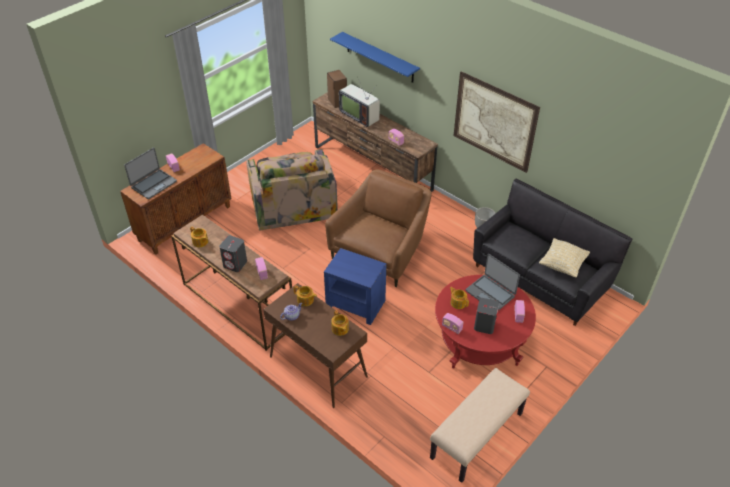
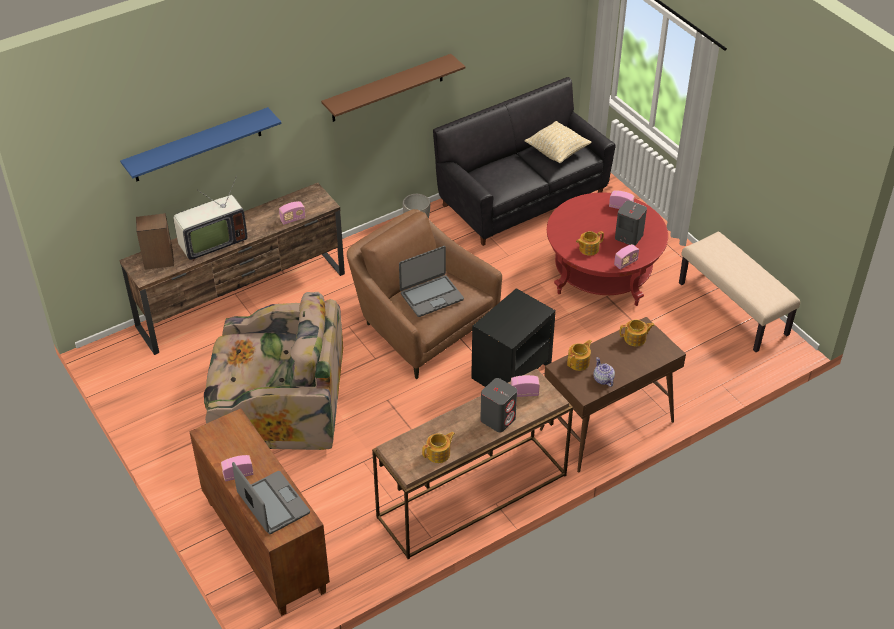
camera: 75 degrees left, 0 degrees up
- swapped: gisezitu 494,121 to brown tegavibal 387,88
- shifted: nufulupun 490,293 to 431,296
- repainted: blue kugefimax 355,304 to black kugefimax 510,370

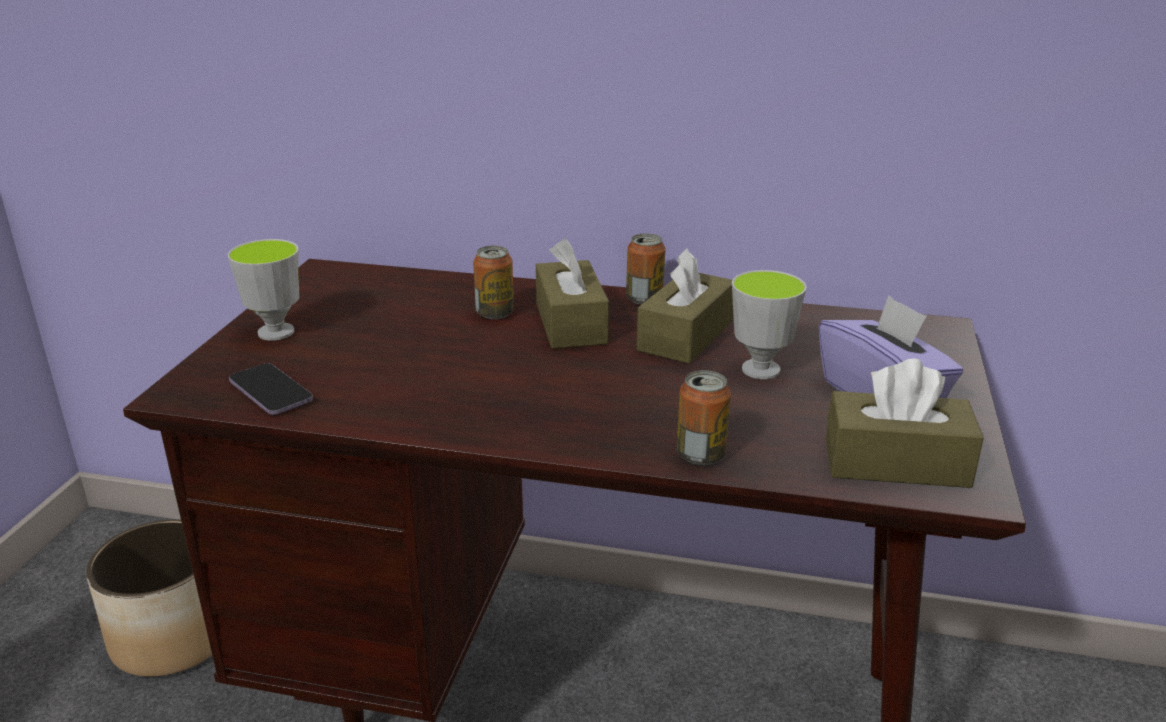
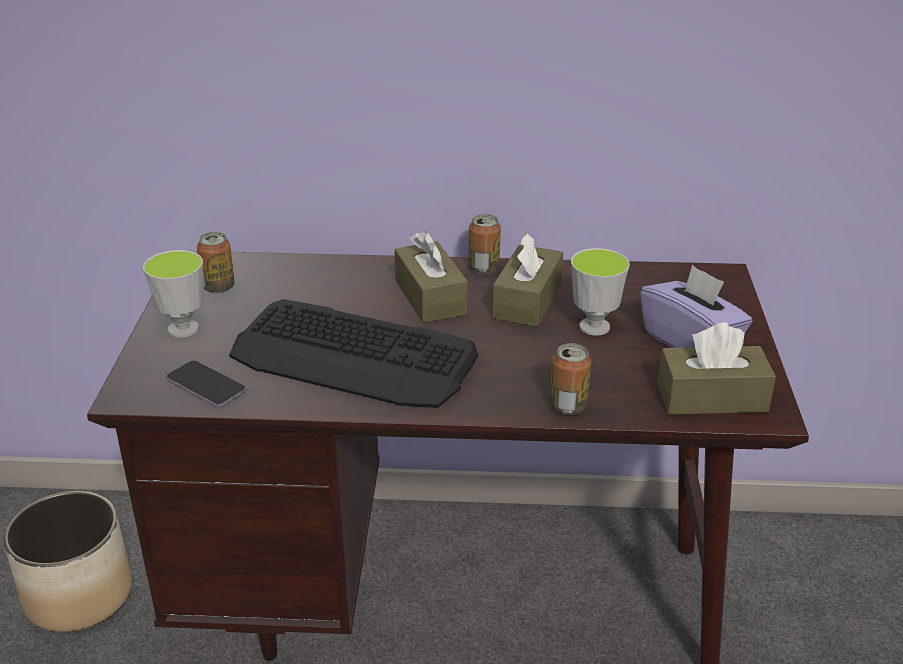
camera: 10 degrees left, 5 degrees up
- shifted: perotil 495,313 to 219,287
- new: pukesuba 354,357

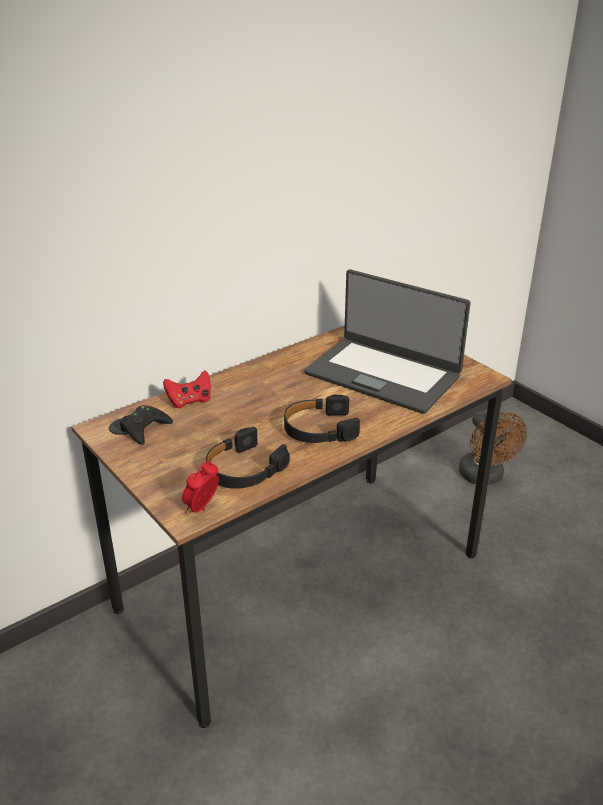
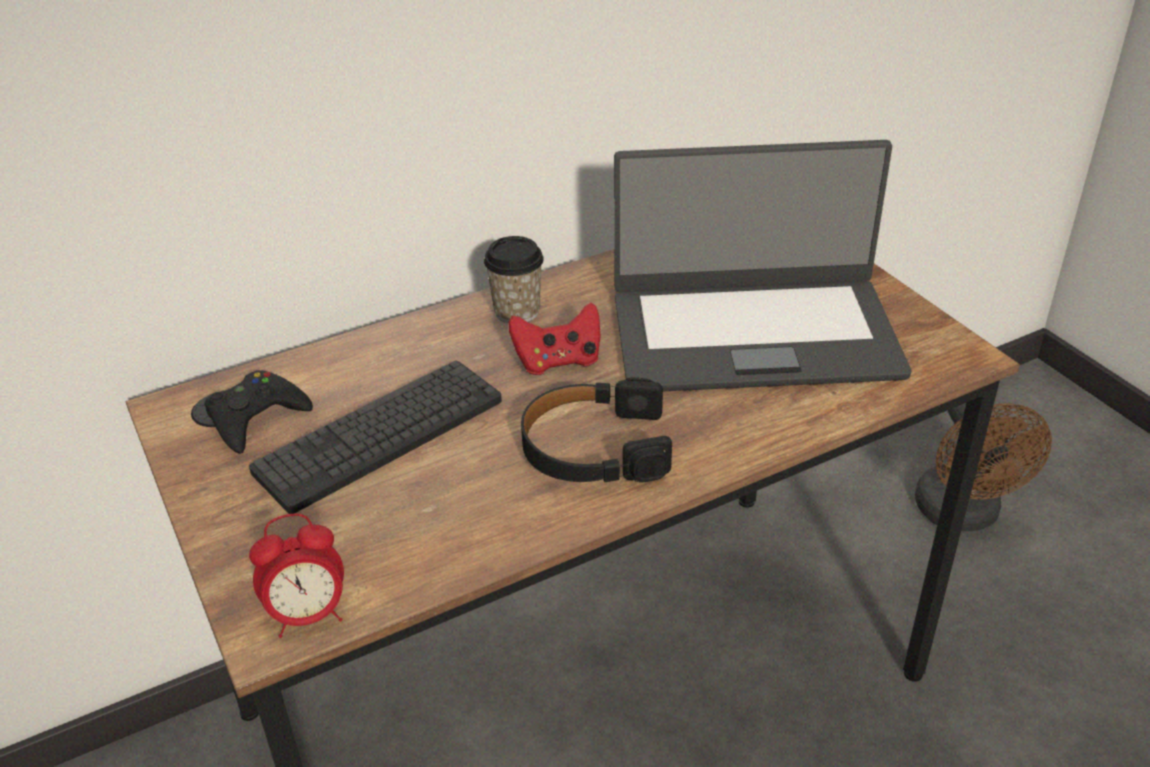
camera: 10 degrees right, 5 degrees up
- new: pukesuba 380,435
- rotated: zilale 202,509 = 308,615 150 degrees counterclockwise
- new: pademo 517,311
- shifted: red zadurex 190,401 to 558,361
- rotated: nufulupun 383,374 = 753,333 45 degrees counterclockwise
- gone: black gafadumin 243,469

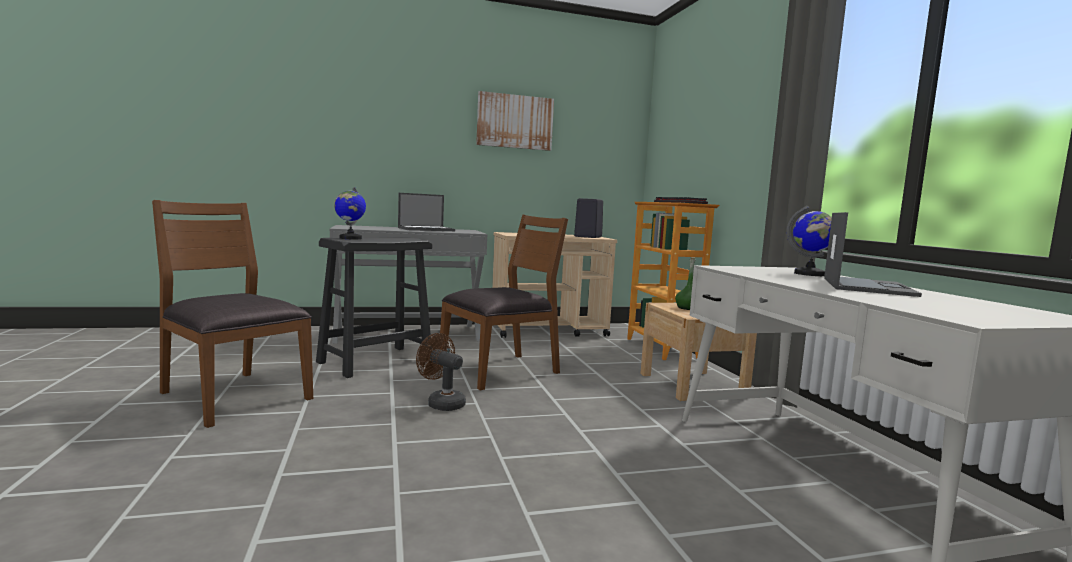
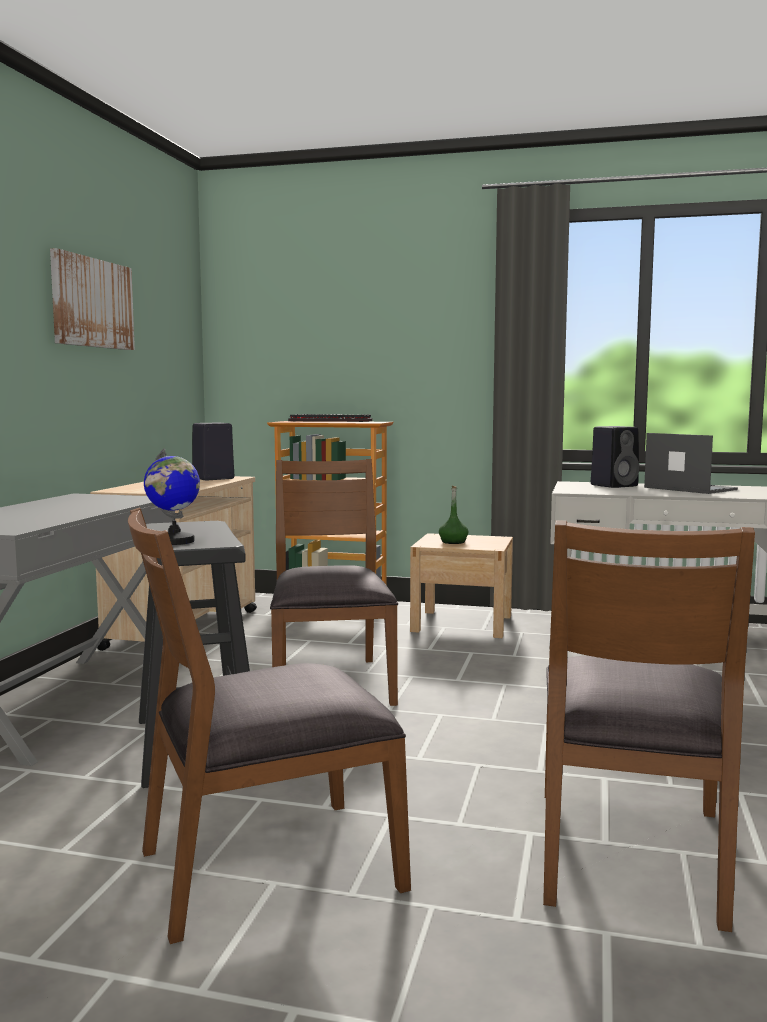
camera: 60 degrees left, 0 degrees up
- new: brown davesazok 630,854
- swapped: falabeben 809,274 to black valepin 614,485
- gone: nufulupun 426,229
- gone: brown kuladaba 442,403

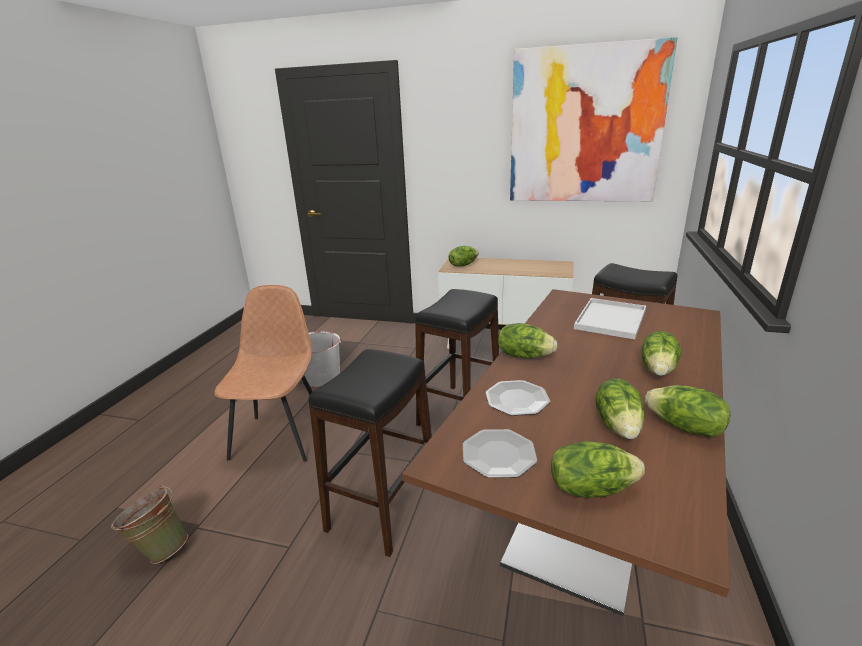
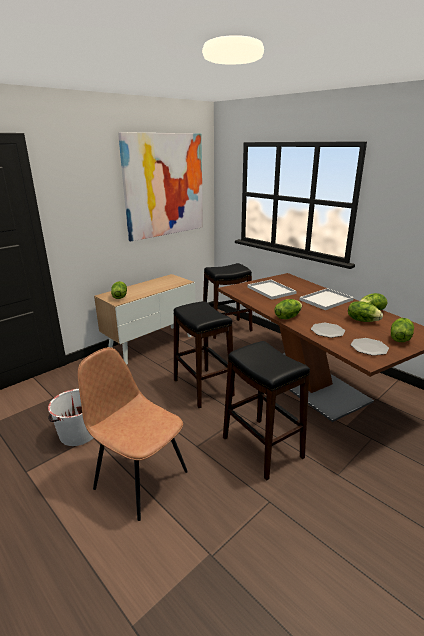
camera: 60 degrees left, 0 degrees up
- swapped: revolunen 658,369 to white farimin 326,299
- gone: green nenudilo 160,549

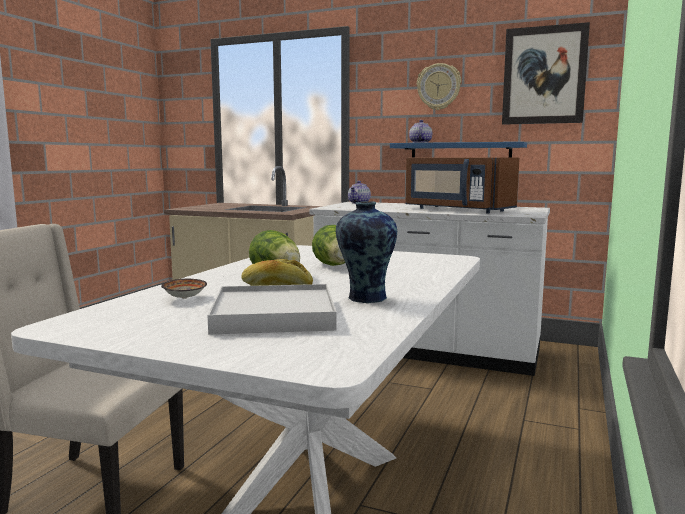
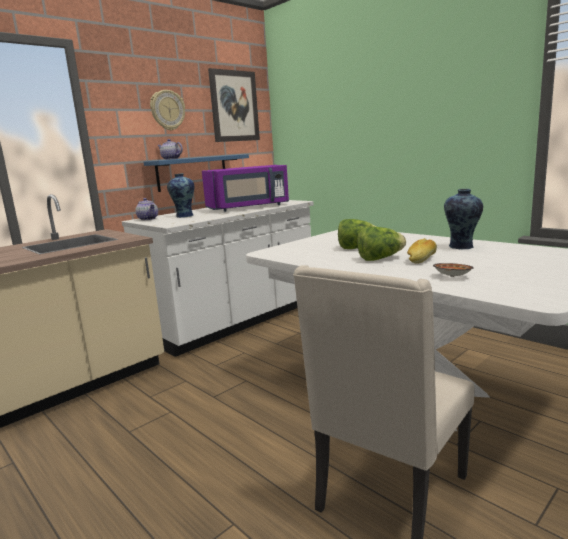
camera: 65 degrees left, 5 degrees up
- new: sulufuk 184,216
- repainted: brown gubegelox 456,210 to purple gubegelox 248,207
- gone: white farimin 274,315

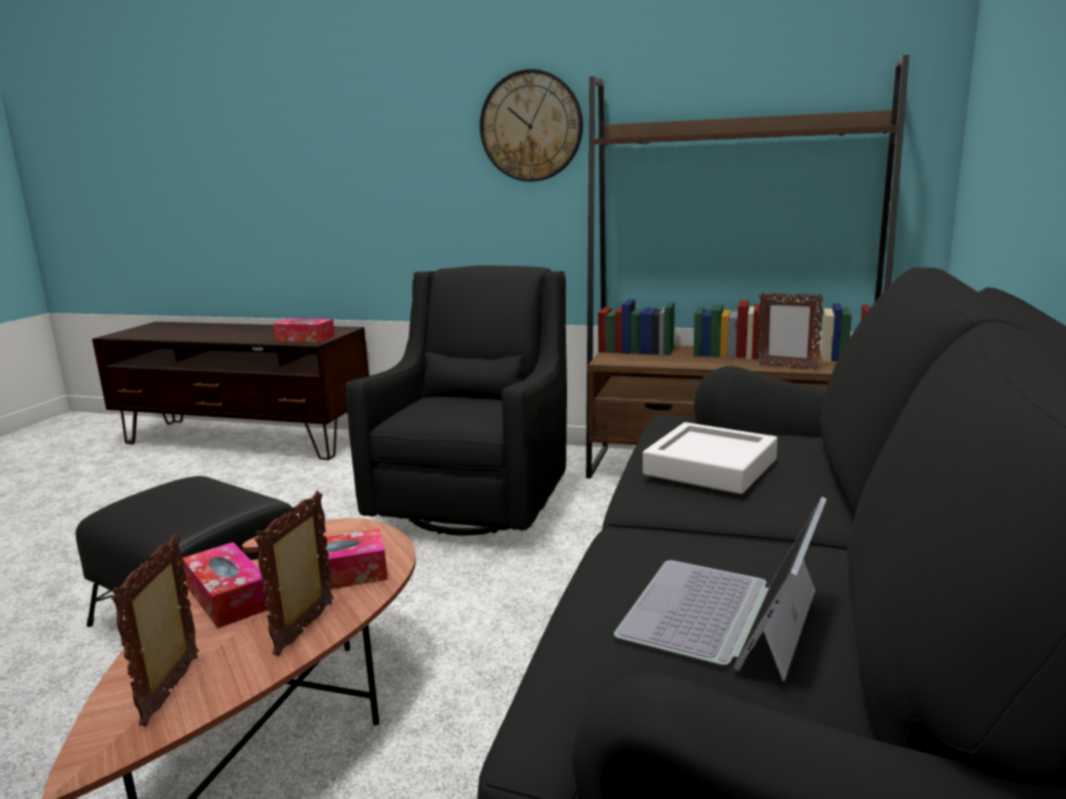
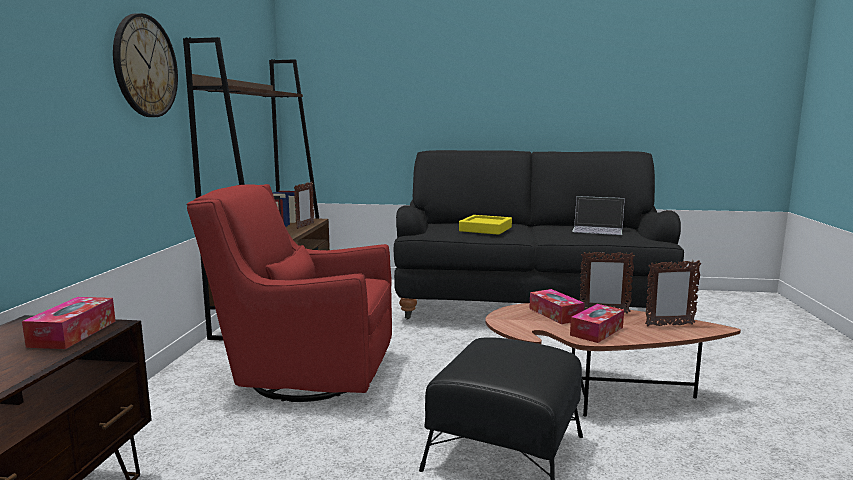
camera: 100 degrees left, 5 degrees down
- repainted: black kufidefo 477,501 to red kufidefo 304,374
- repainted: white farimin 710,467 to yellow farimin 485,229

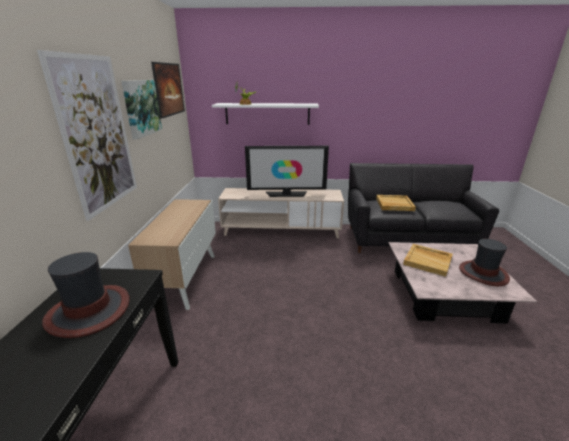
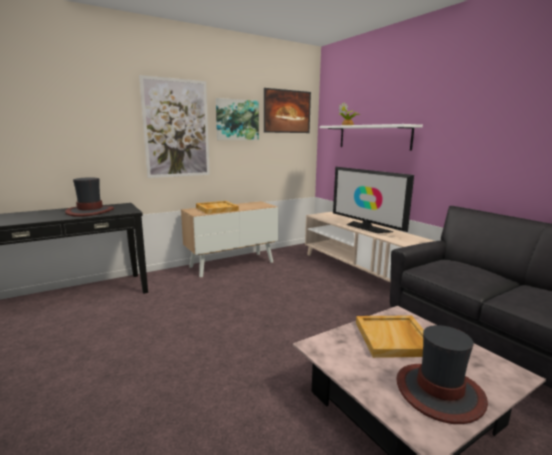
camera: 55 degrees right, 10 degrees down
- shifted: beige farimin 394,204 to 216,209

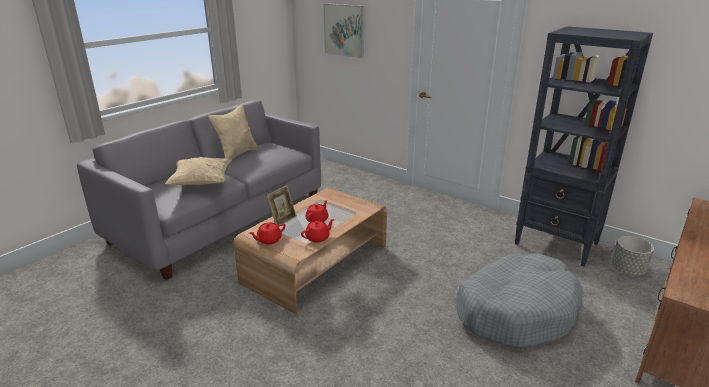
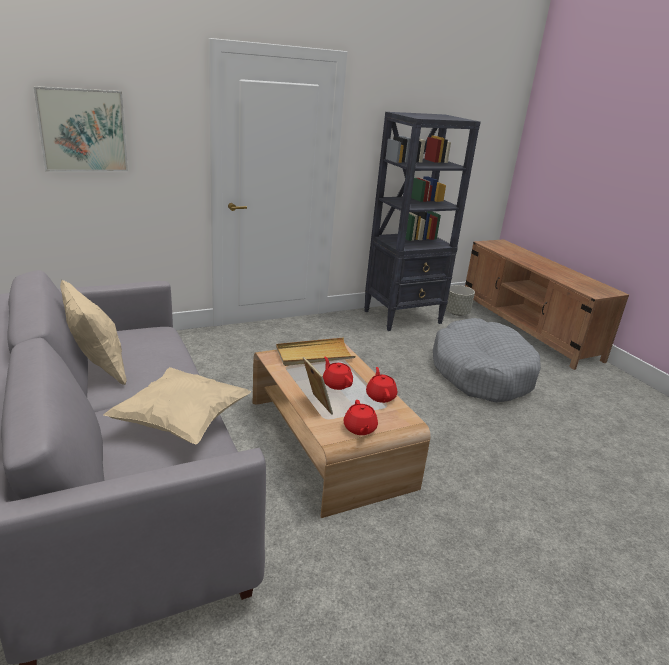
camera: 65 degrees left, 0 degrees up
- new: beige farimin 314,355

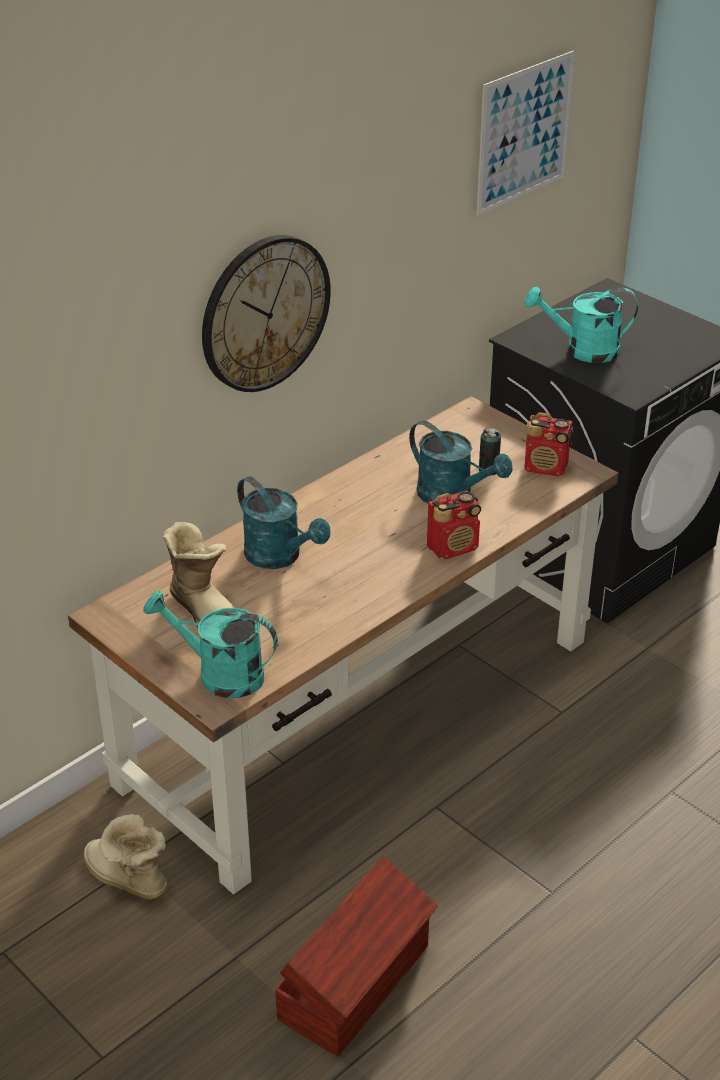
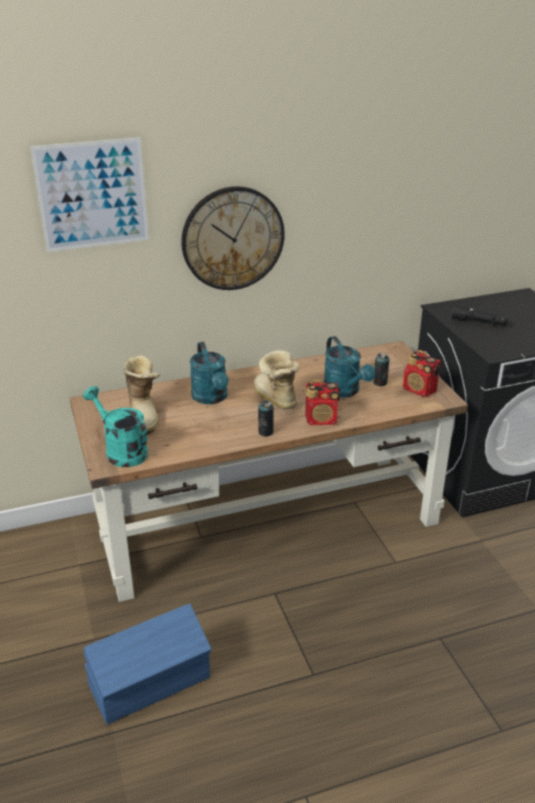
camera: 25 degrees right, 5 degrees down
- shifted: gisezitu 524,132 to 92,195
- repainted: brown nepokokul 357,982 to blue nepokokul 151,683
- shifted: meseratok 127,880 to 274,399
- new: perotil 265,432
- swapped: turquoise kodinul 582,350 to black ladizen 478,323

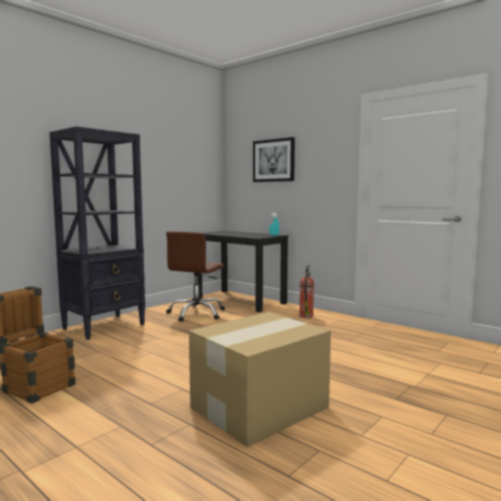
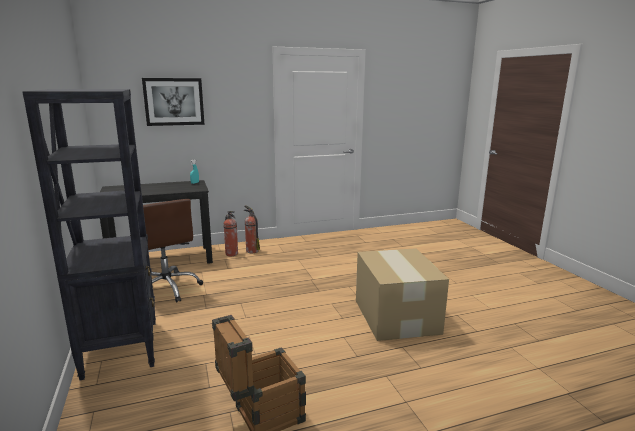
camera: 60 degrees left, 10 degrees up
- new: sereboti 232,254

